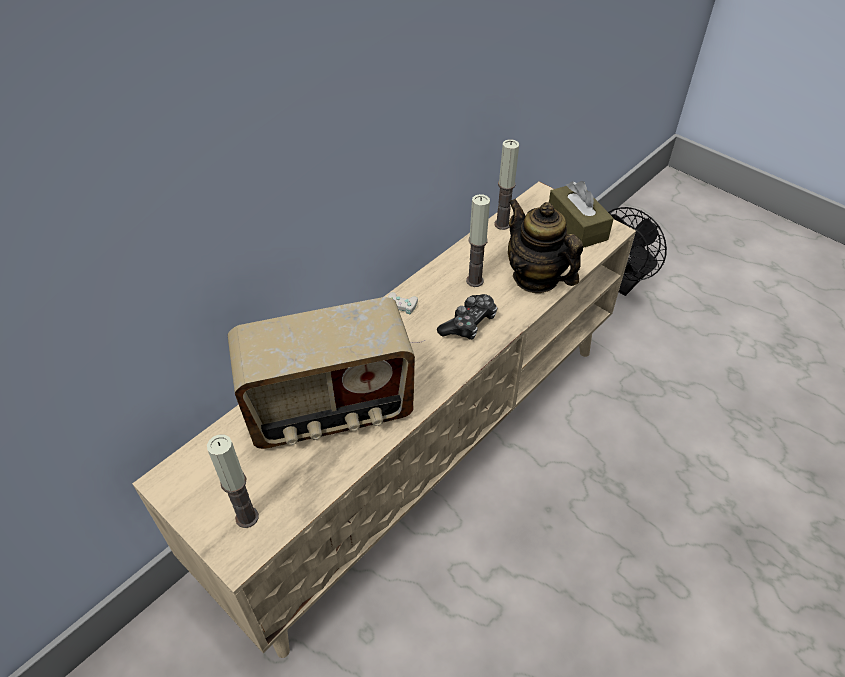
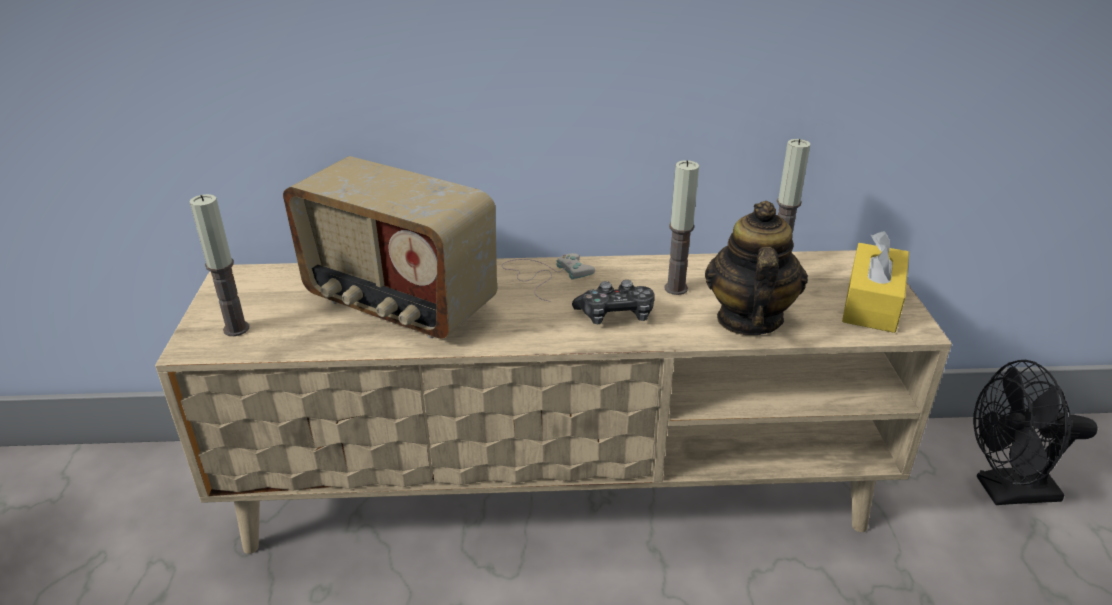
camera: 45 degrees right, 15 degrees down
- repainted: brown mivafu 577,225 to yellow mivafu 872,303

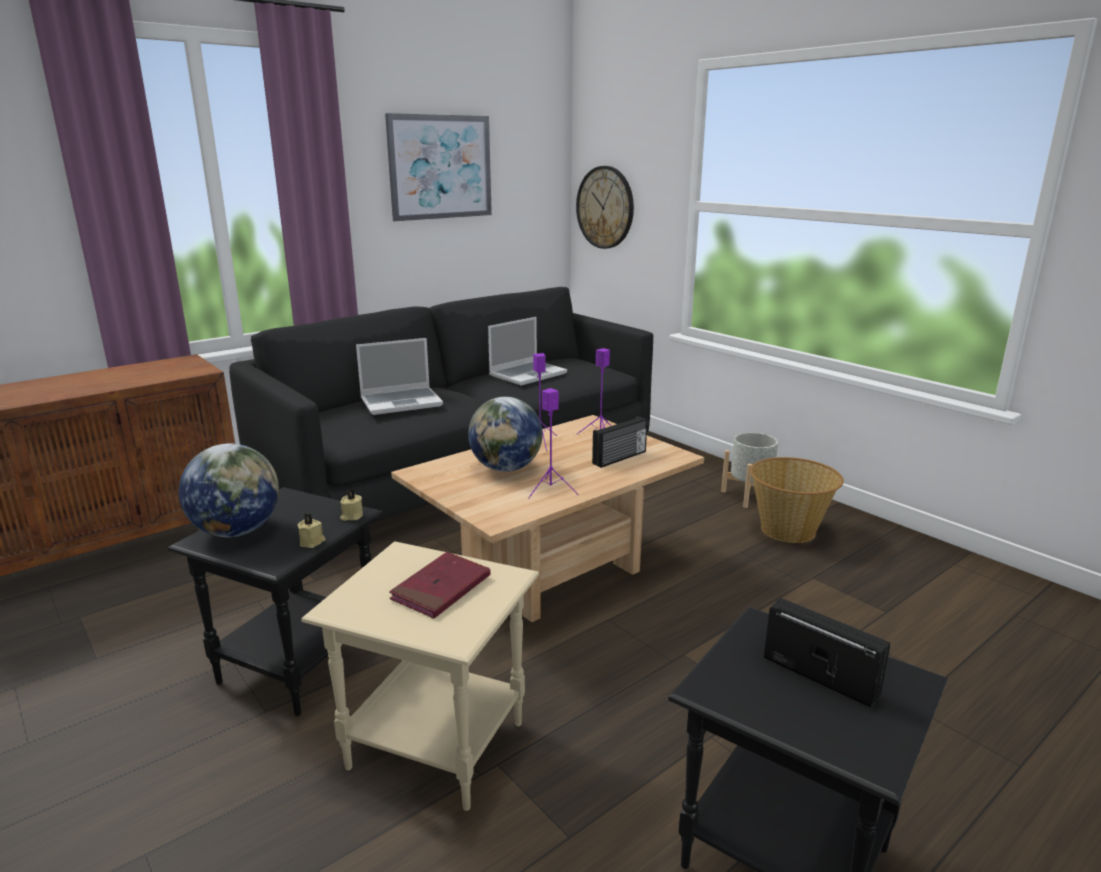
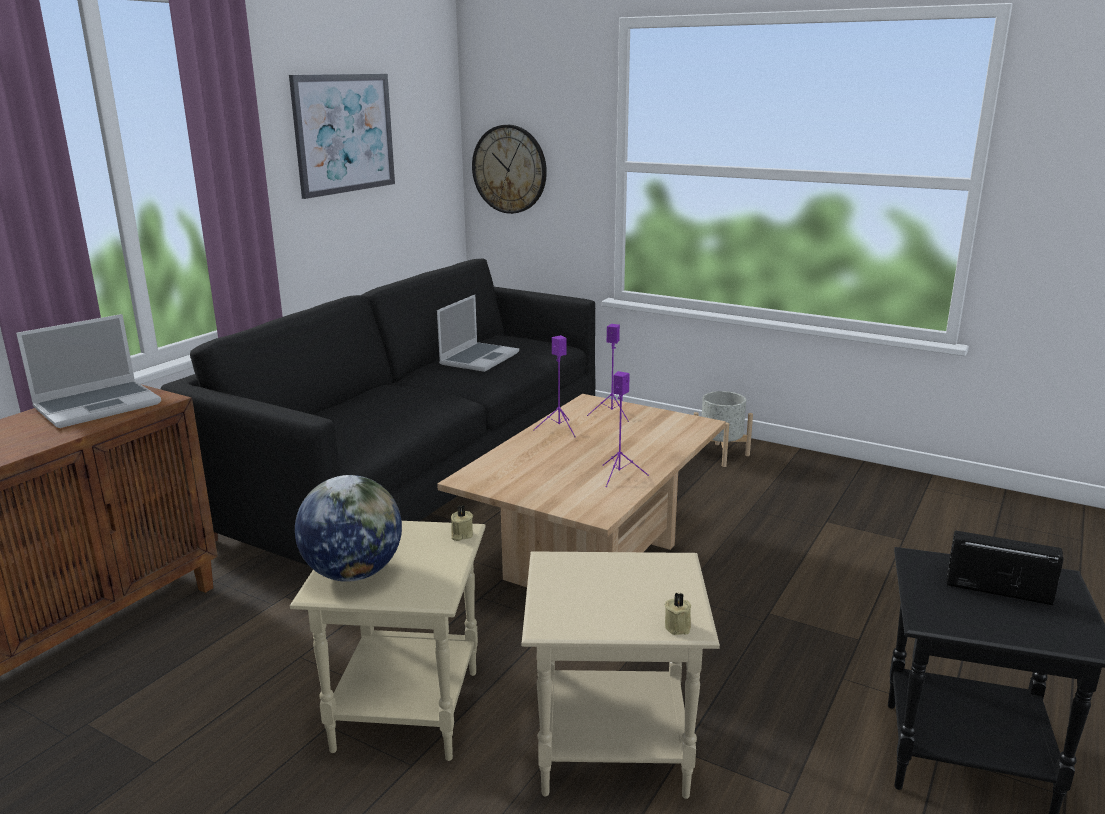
camera: 20 degrees left, 0 degrees up
- shifted: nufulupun 402,402 to 99,405
- repainted: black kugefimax 301,663 to beige kugefimax 407,709
- shifted: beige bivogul 312,542 to 678,626
- gone: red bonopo 441,588
- gone: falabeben 506,468
- gone: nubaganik 620,458
- gone: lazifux 789,530

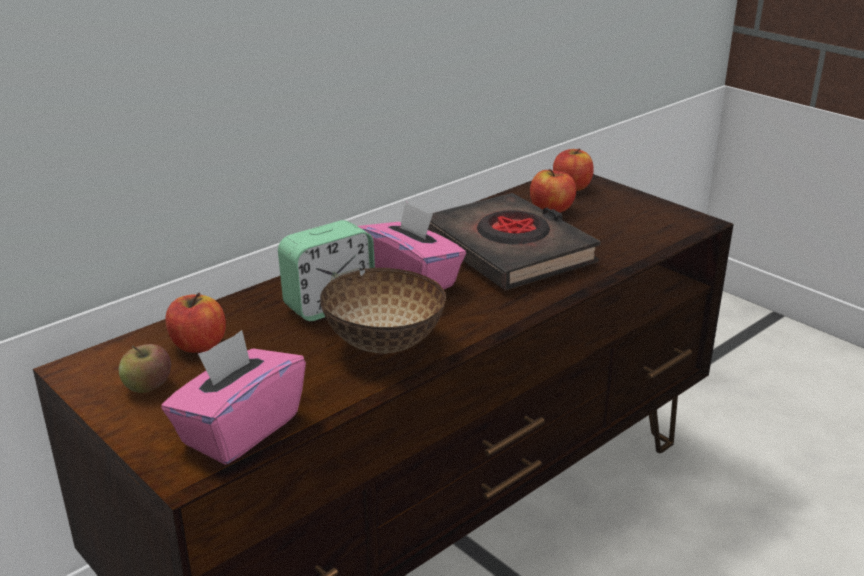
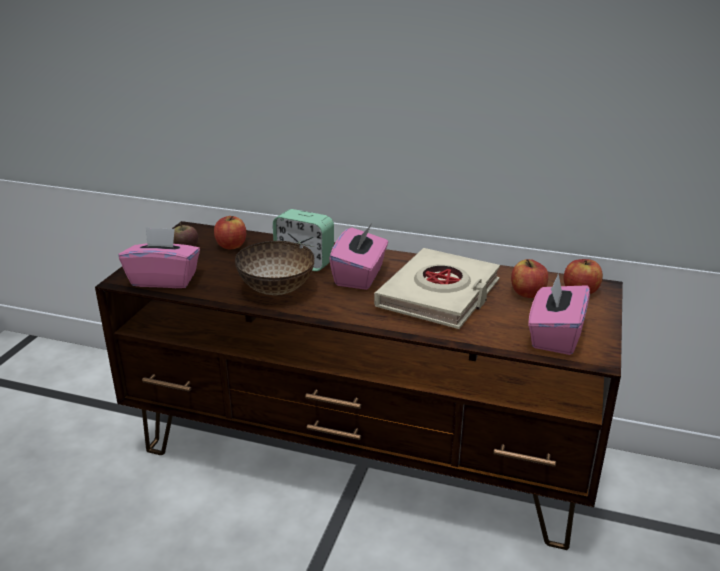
camera: 60 degrees right, 0 degrees up
- repainted: black bonopo 509,250 to beige bonopo 439,295
- new: pink mivafu 555,336

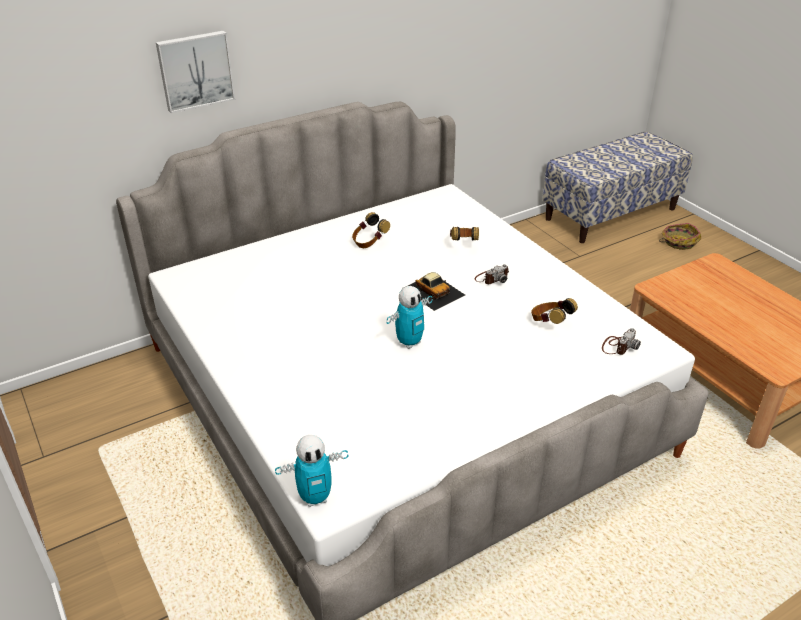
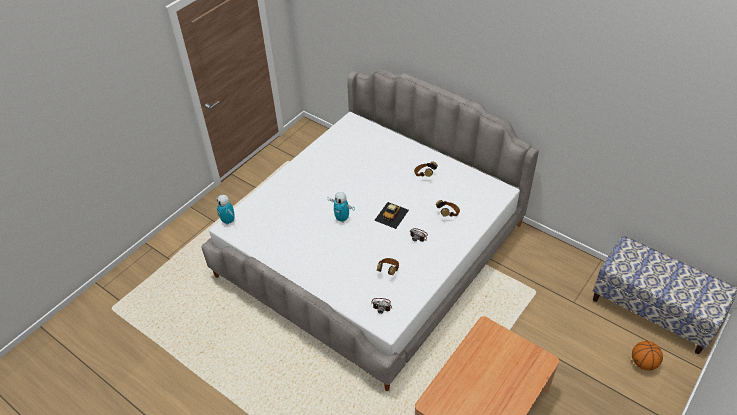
camera: 70 degrees right, 10 degrees up
- swapped: lazifux 678,242 to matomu 643,363
- gone: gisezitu 195,70

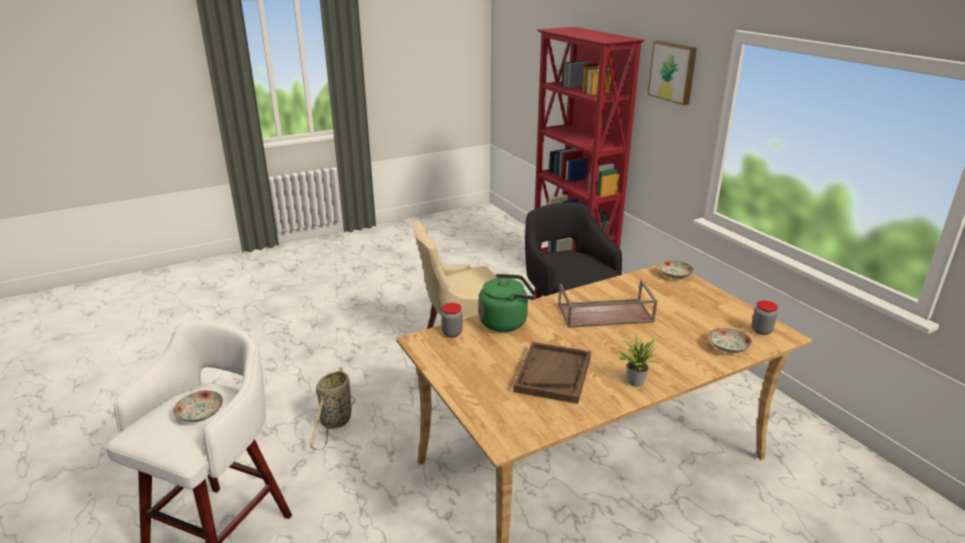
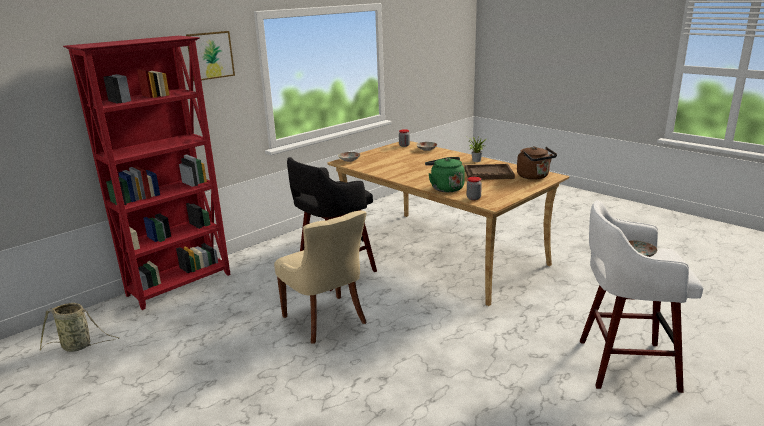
camera: 105 degrees left, 5 degrees down
- shifted: lazifux 335,422 to 79,346
- new: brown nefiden 534,177
- gone: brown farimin 604,314

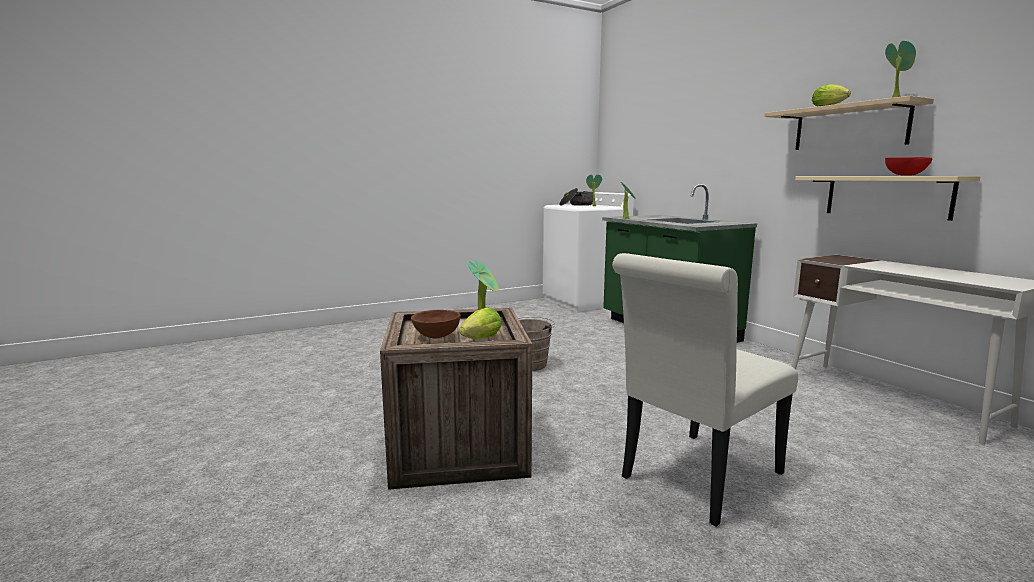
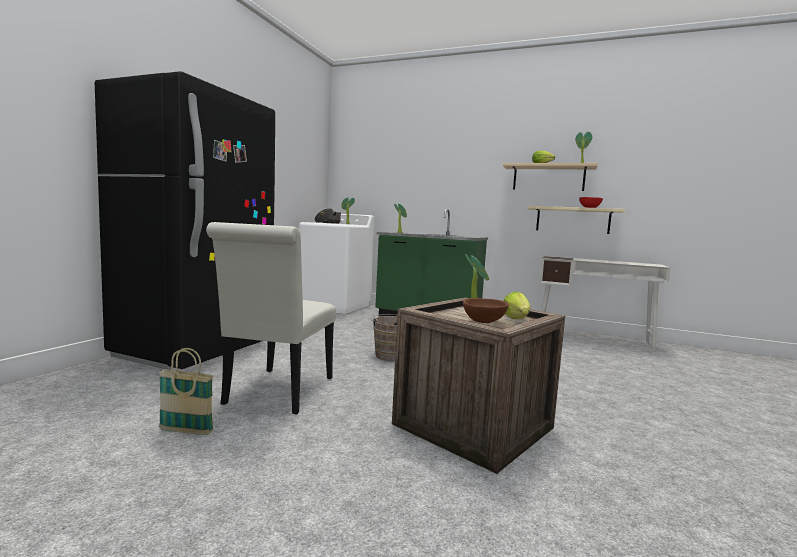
camera: 40 degrees left, 5 degrees down
- new: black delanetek 195,350
- new: lazifux 186,431
- shifted: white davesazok 696,479 to 277,393

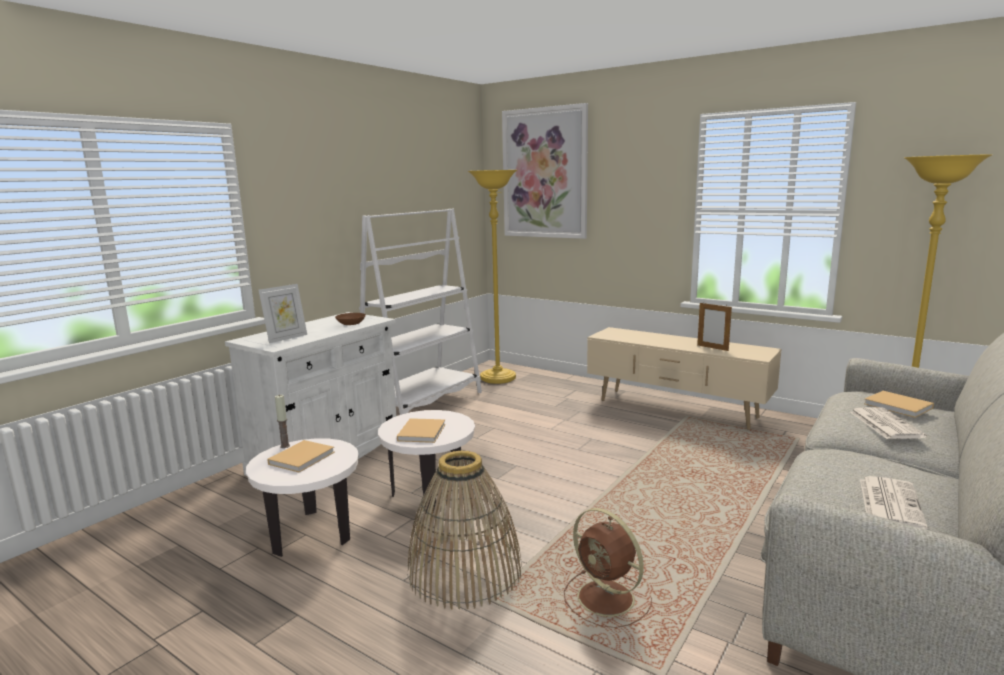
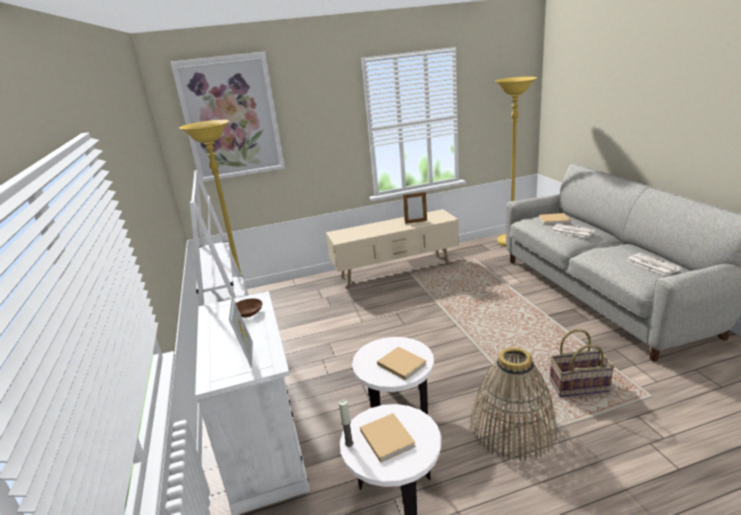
camera: 50 degrees left, 10 degrees up
- swapped: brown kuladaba 608,599 to lazifux 578,385

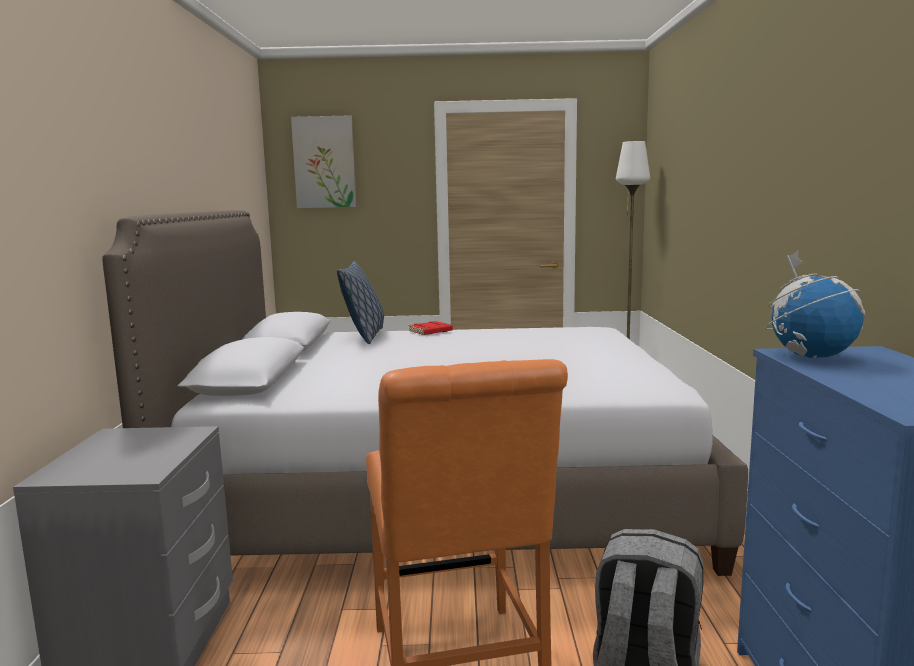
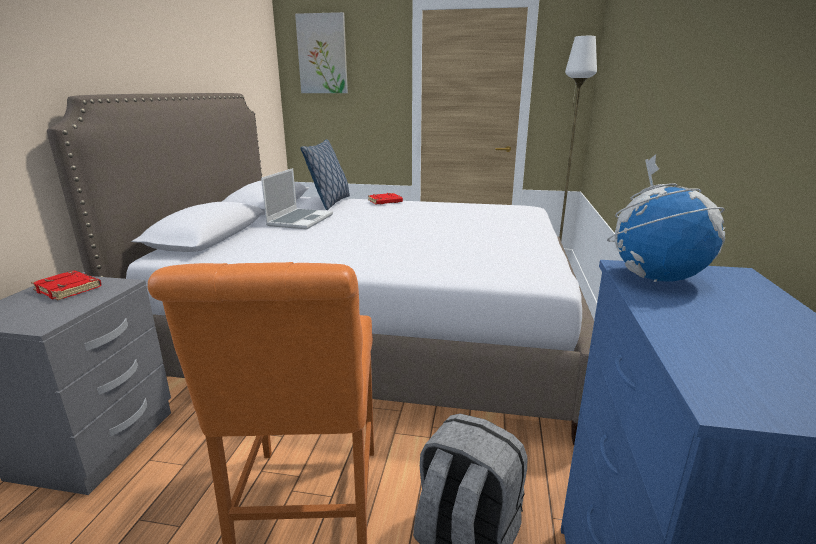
camera: 10 degrees right, 10 degrees up
- new: red bonopo 69,289
- new: nufulupun 300,220

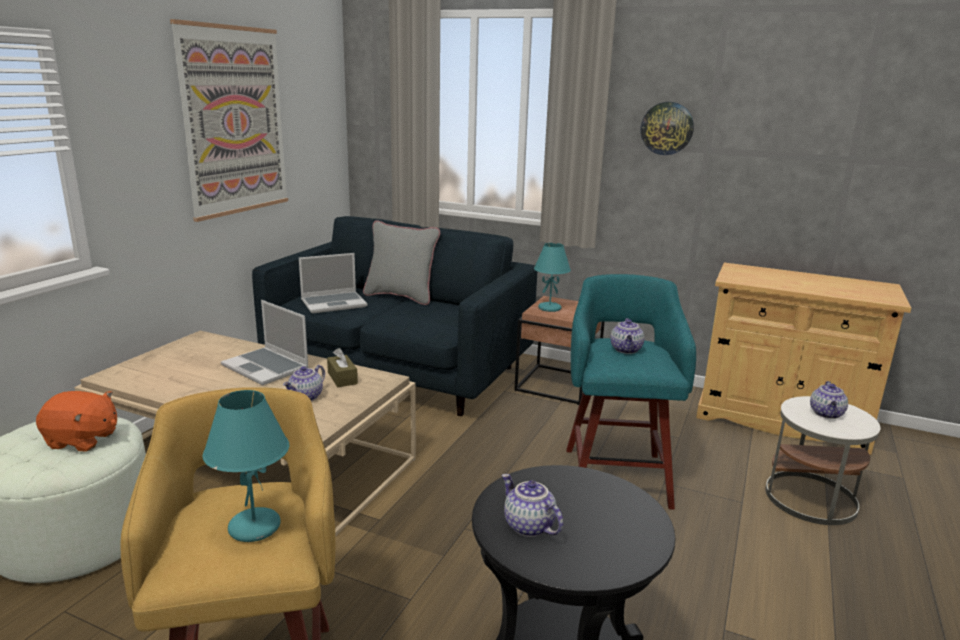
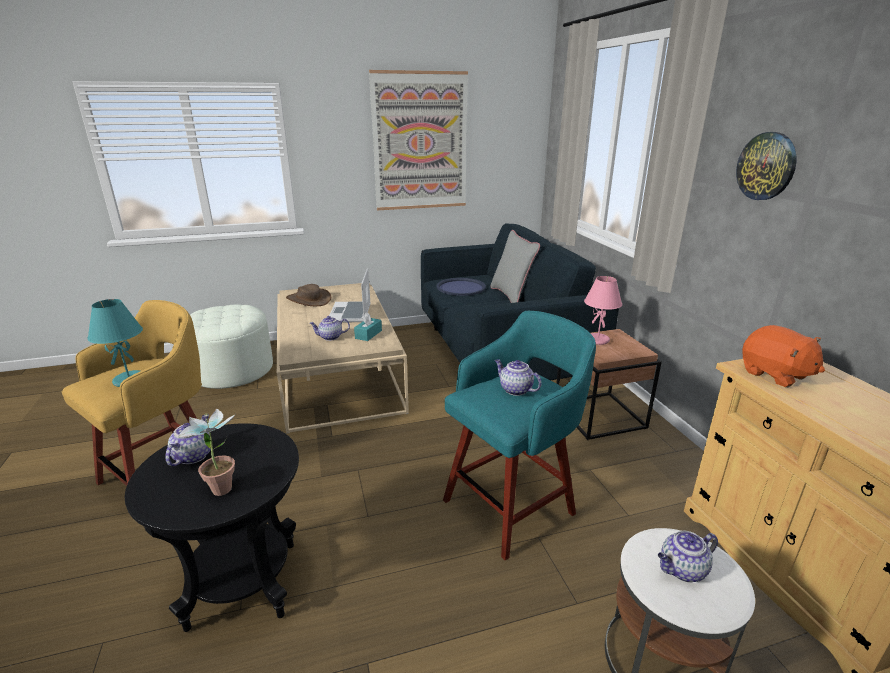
camera: 50 degrees right, 5 degrees up
- new: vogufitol 222,484
- new: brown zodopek 309,299
- repainted: brown mivafu 342,378 to turquoise mivafu 368,334
- swapped: nufulupun 334,303 to blue farimin 461,287
- rotated: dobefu 626,350 = 515,389 75 degrees clockwise
- repainted: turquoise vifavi 550,308 to pink vifavi 598,340
- shifted: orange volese 82,440 to 775,374

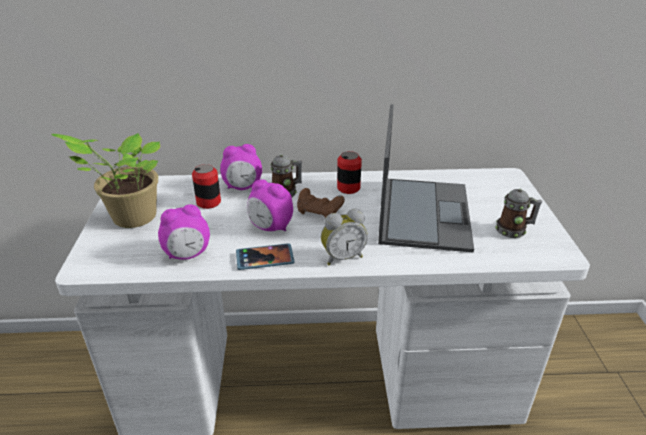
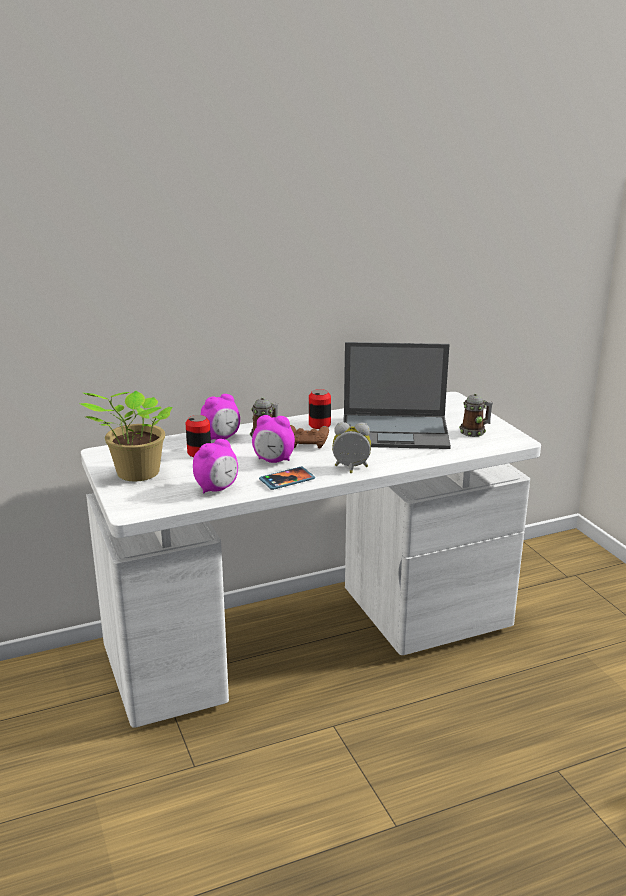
camera: 20 degrees left, 10 degrees down
- rotated: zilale 342,257 = 351,469 135 degrees counterclockwise
- rotated: nufulupun 423,212 = 396,431 105 degrees clockwise

